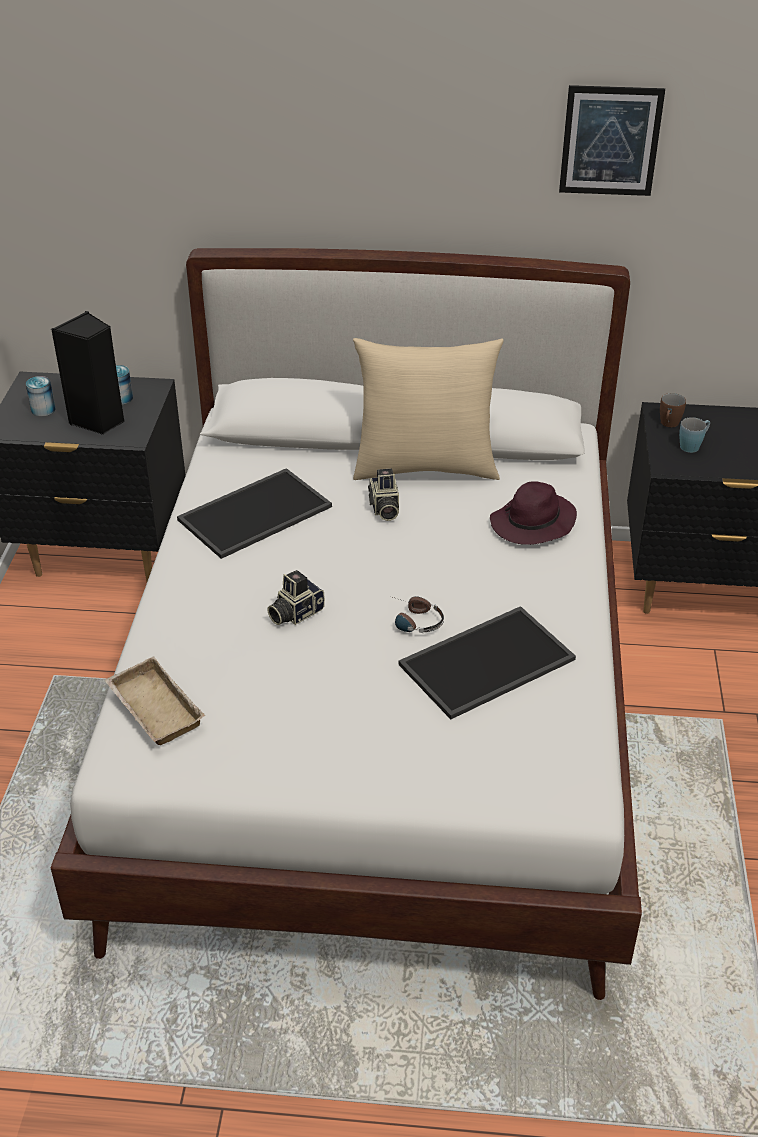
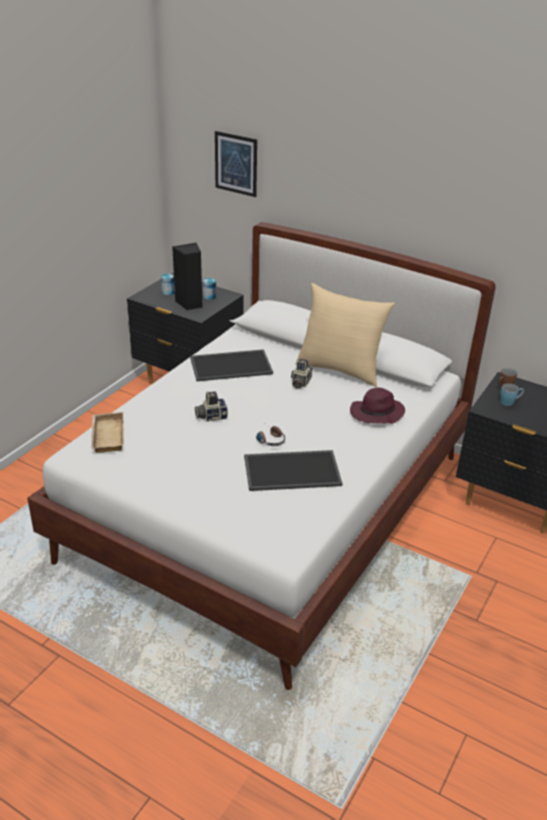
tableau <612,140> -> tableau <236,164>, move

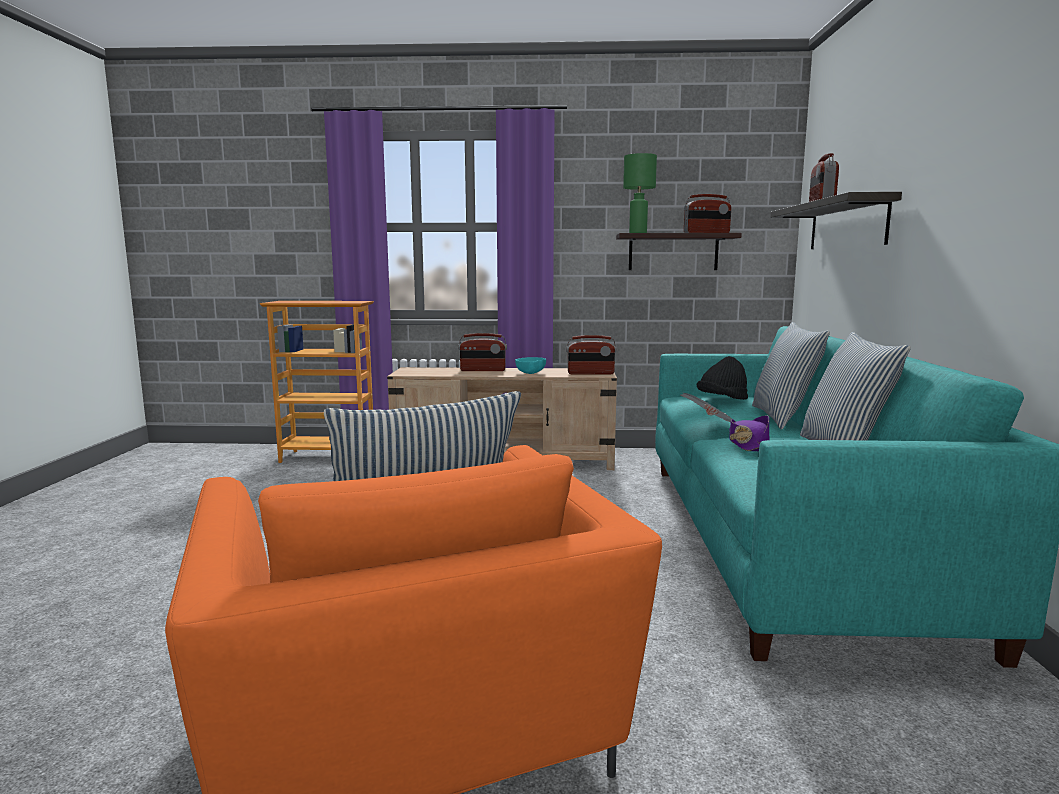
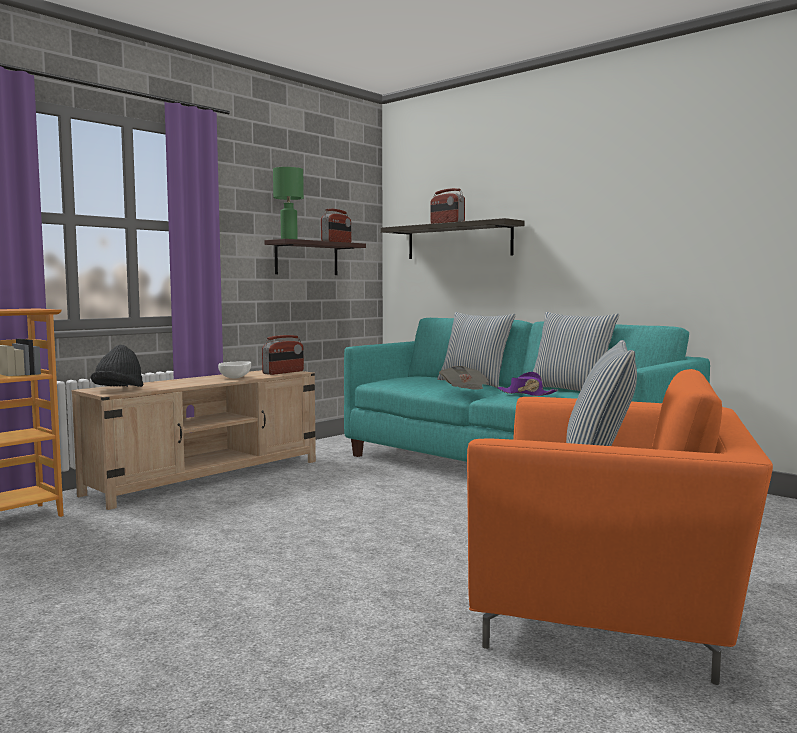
radio <482,352> -> none
chapeau/noir <722,378> -> chapeau/noir <116,366>, move
bol/turquoise <530,365> -> bol/blanc <234,370>

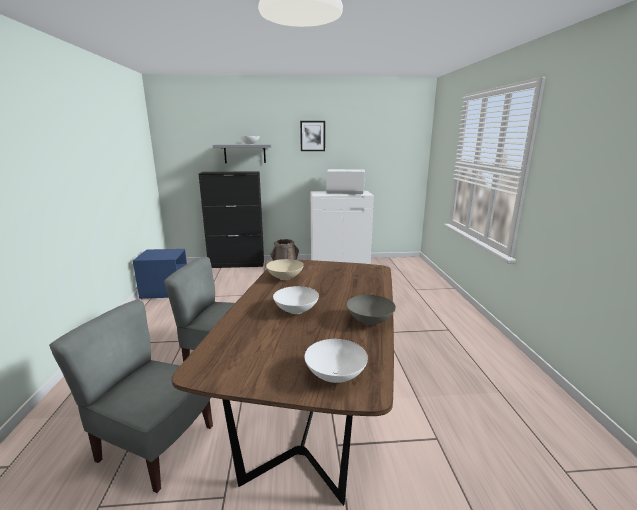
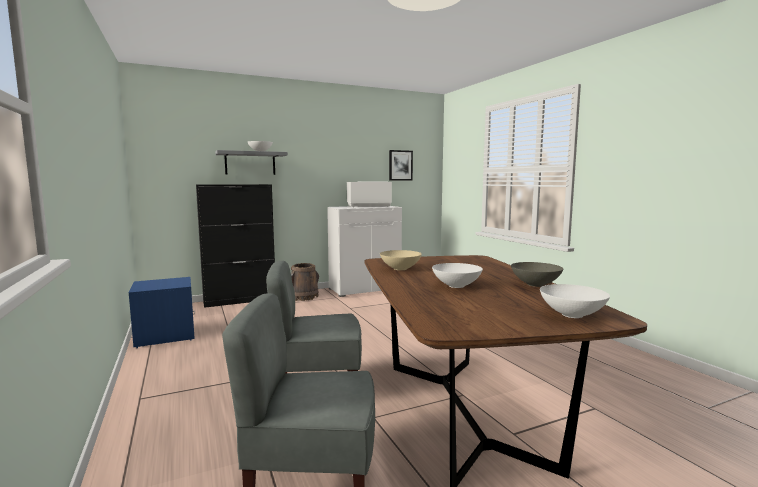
tableau <312,136> -> tableau <401,165>, move

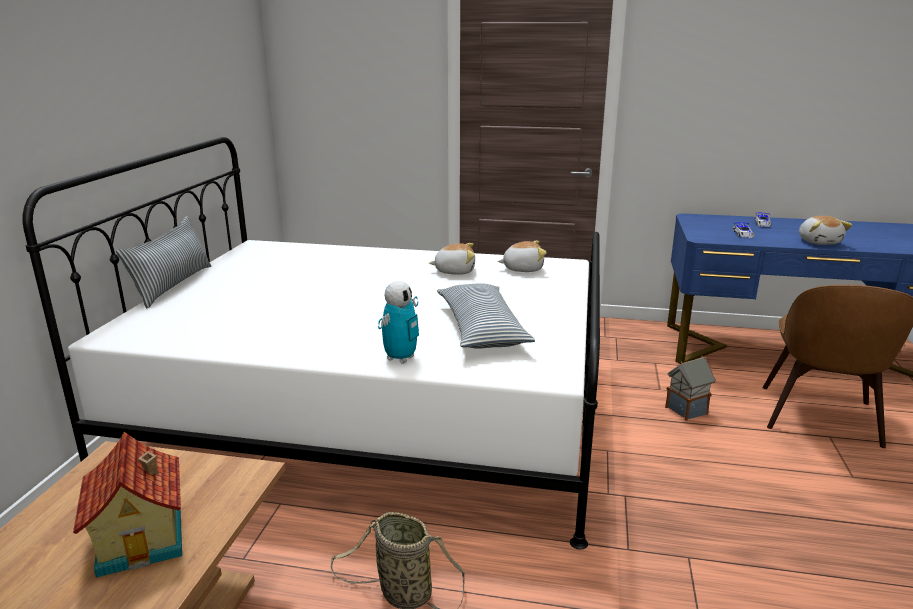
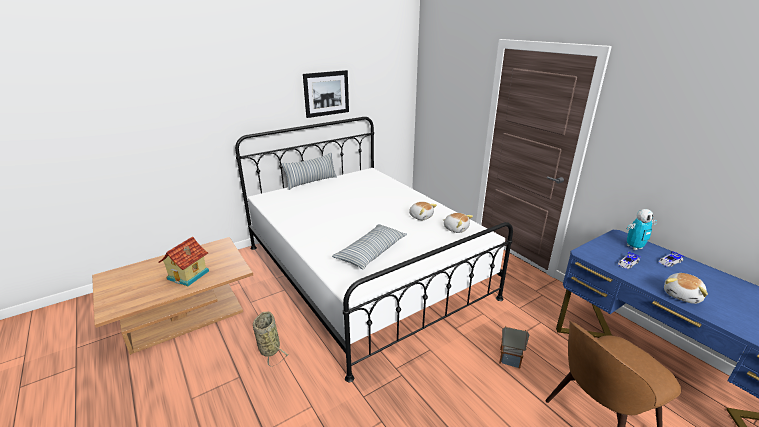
robot jouet <398,322> -> robot jouet <642,229>, move
none -> tableau <326,94>

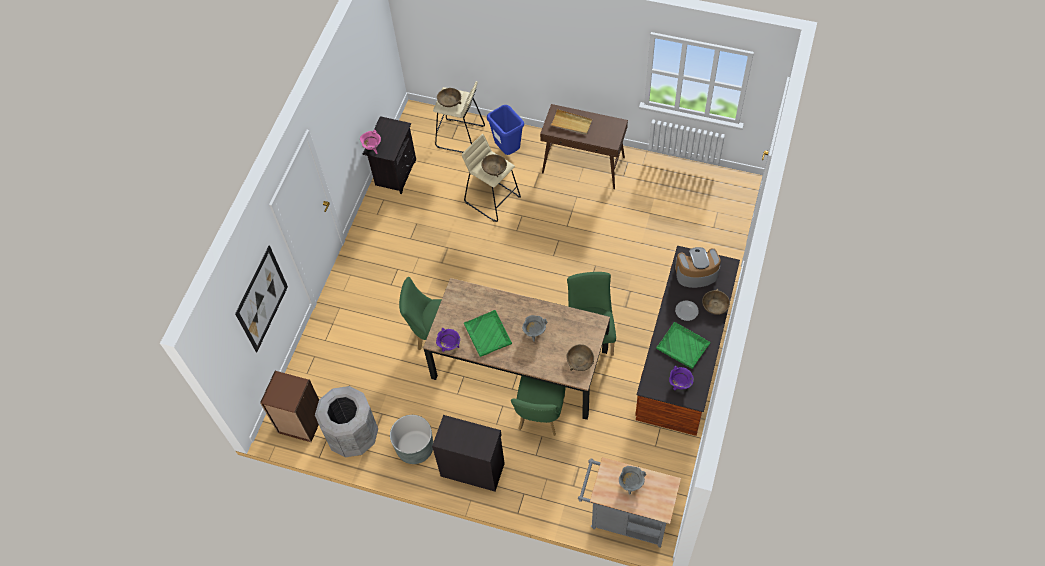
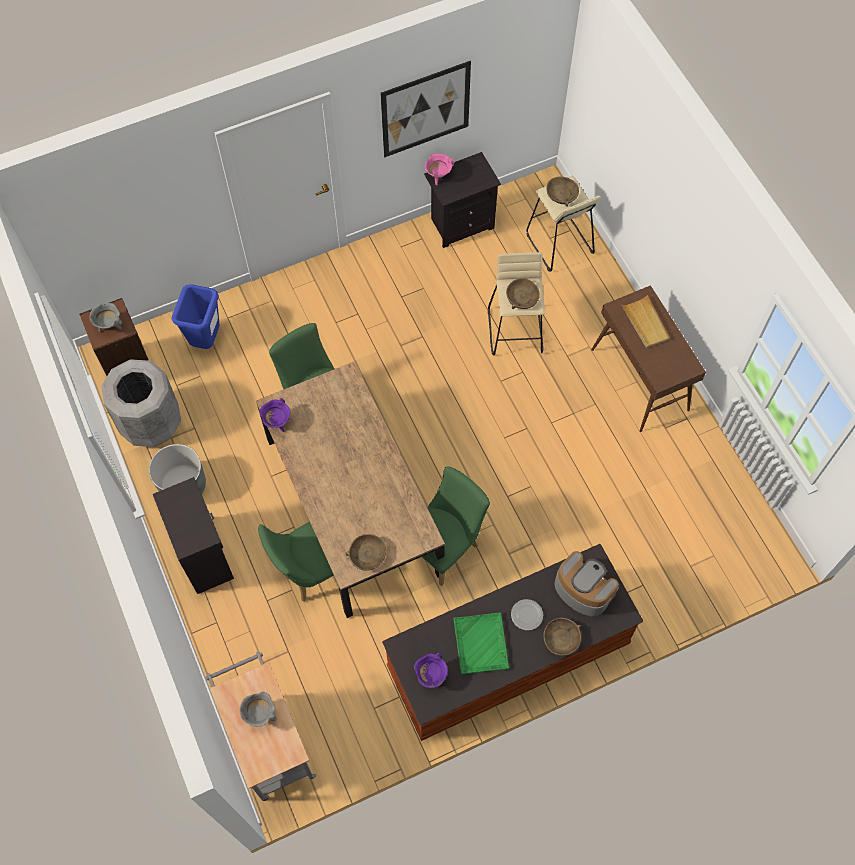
poubelle/bleu <505,130> -> poubelle/bleu <195,316>, move
tableau <261,299> -> tableau <425,109>, move
plateau/vert <488,333> -> none
marmite/gris <534,328> -> marmite/gris <106,317>, move

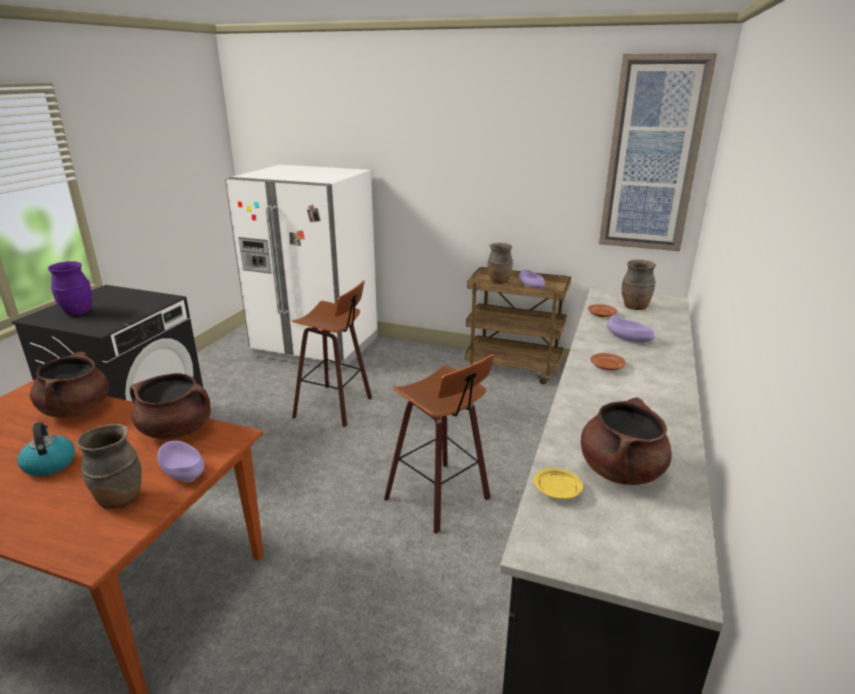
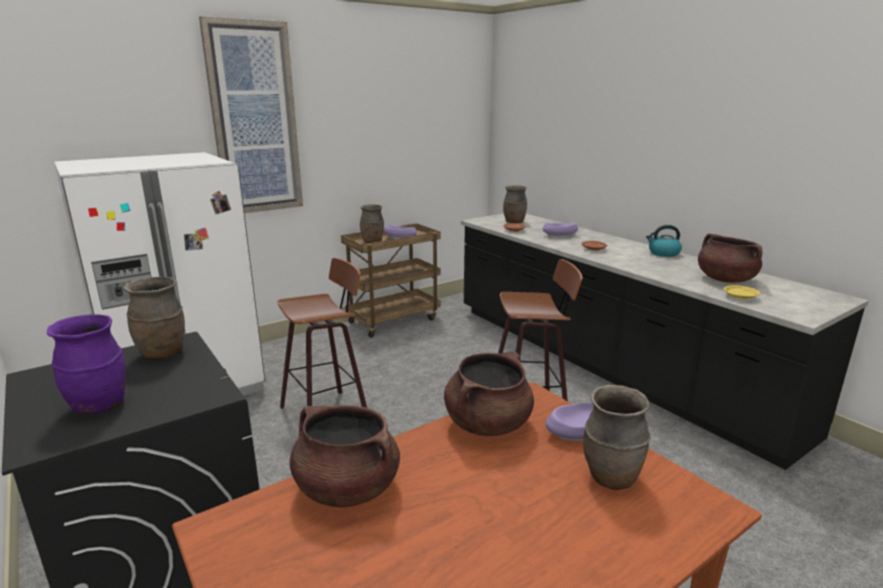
tableau <658,152> -> tableau <251,114>, move
bouilloire <46,449> -> bouilloire <664,241>, move
none -> vase/marron <154,318>

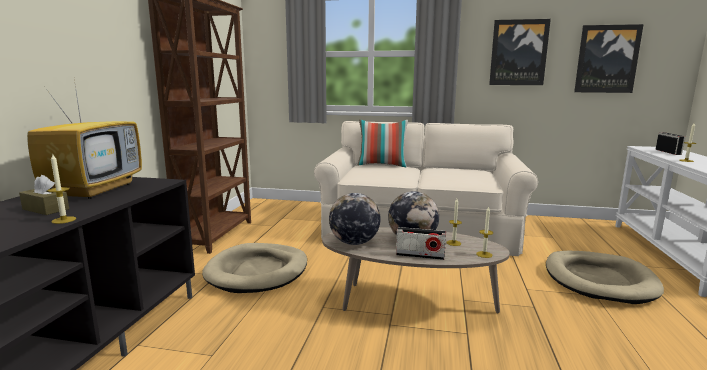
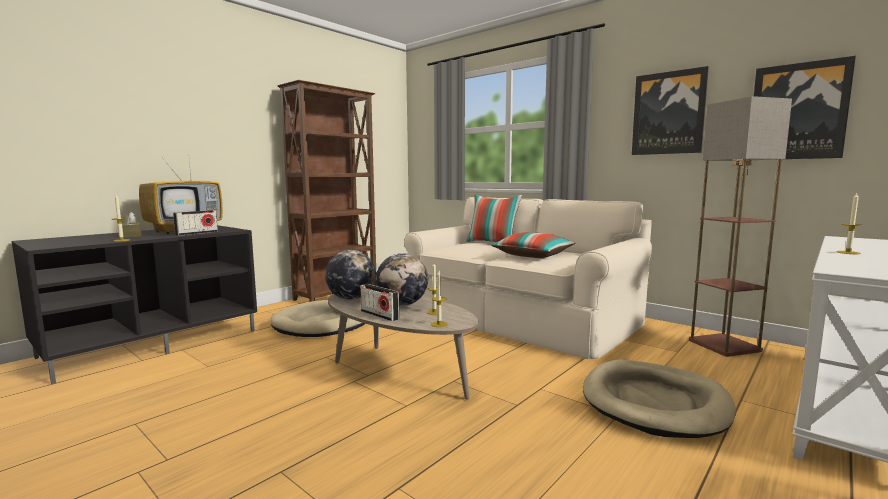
radio <670,143> -> radio <195,223>, move
none -> lampadaire <740,226>
none -> coussin <533,245>

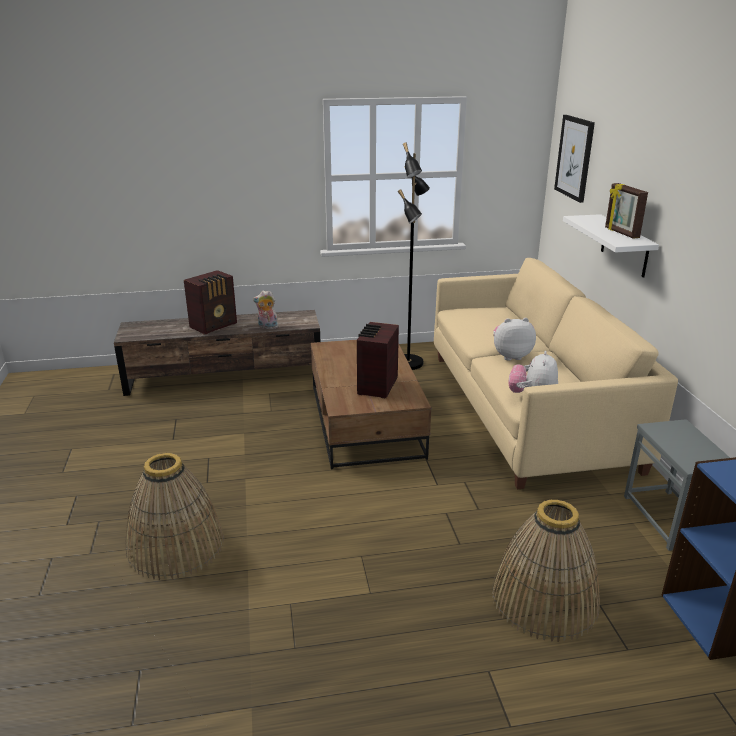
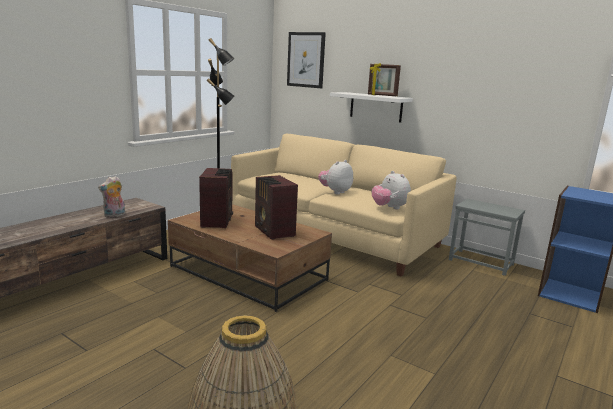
radio <210,302> -> radio <216,198>, move
panier <546,571> -> none

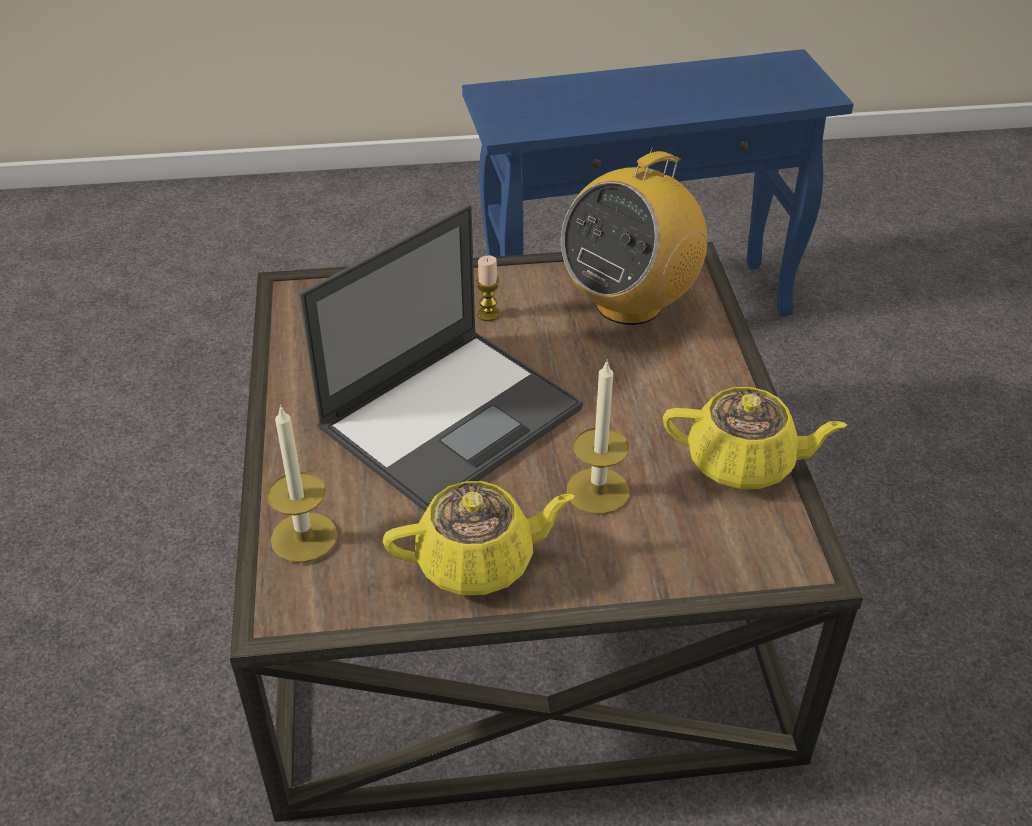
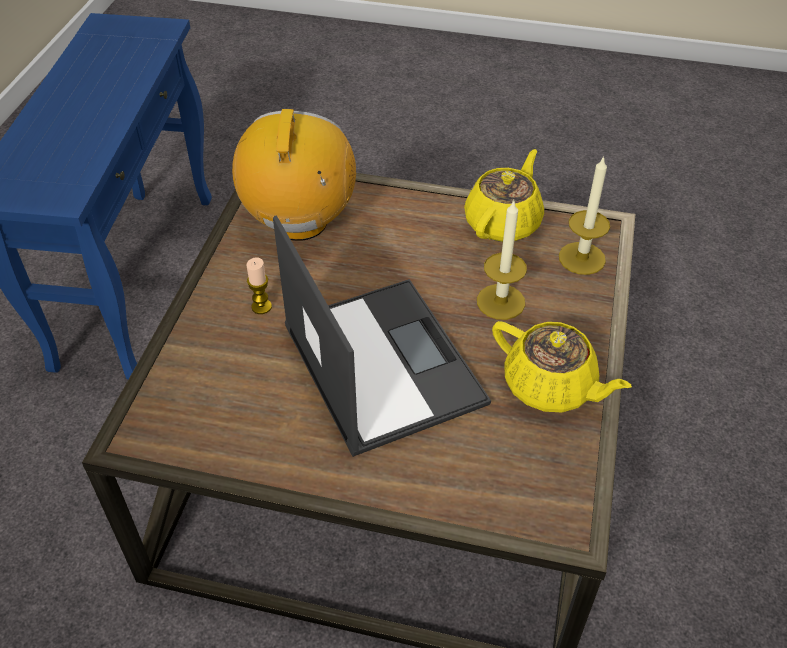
radio <634,236> -> radio <294,175>, 150 degrees counterclockwise
bougie <302,484> -> bougie <584,215>, move
théière/jaune <479,538> -> théière/jaune <562,366>, 120 degrees clockwise

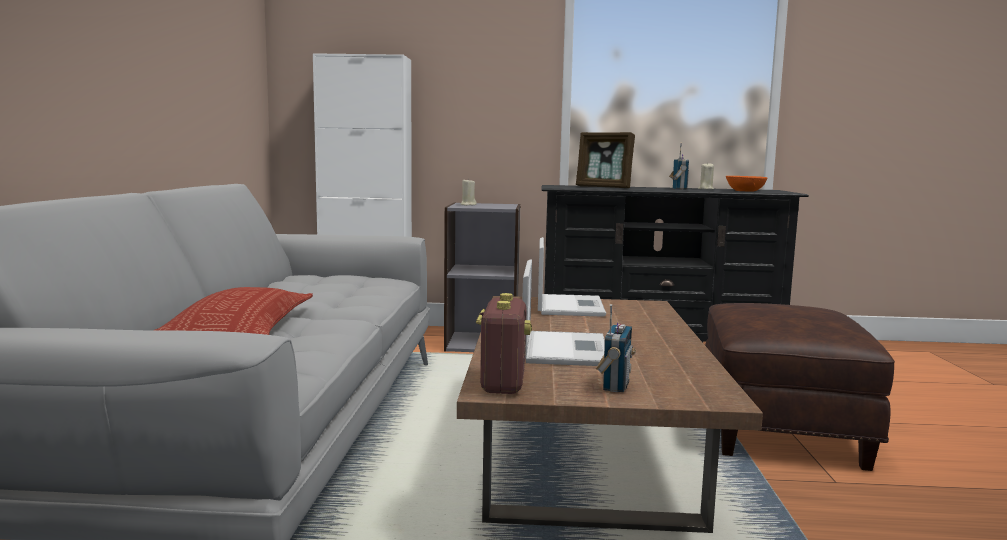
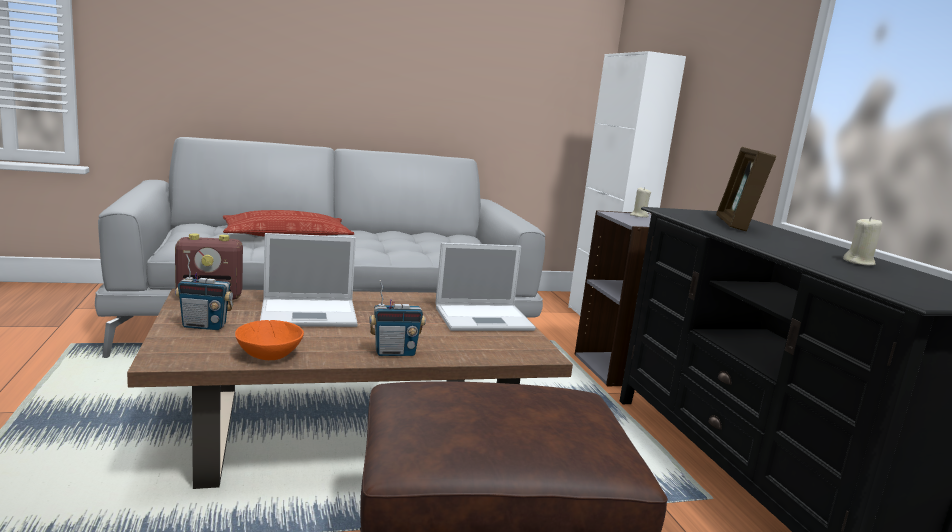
radio <679,166> -> radio <397,318>, move
bol/orange <746,183> -> bol/orange <269,340>, move

